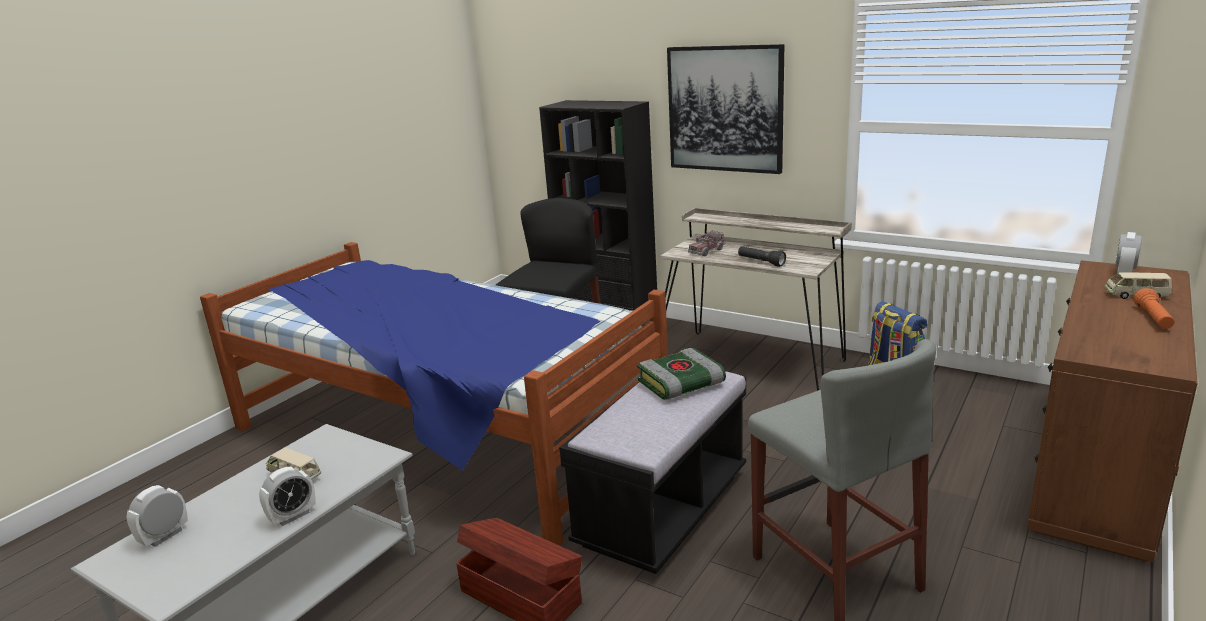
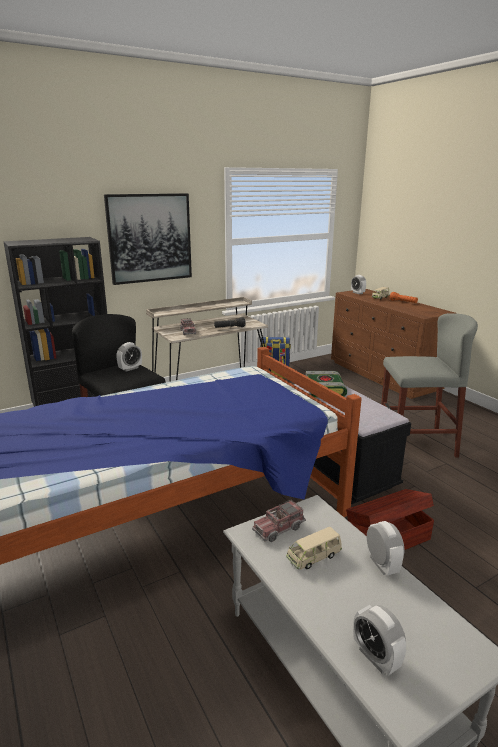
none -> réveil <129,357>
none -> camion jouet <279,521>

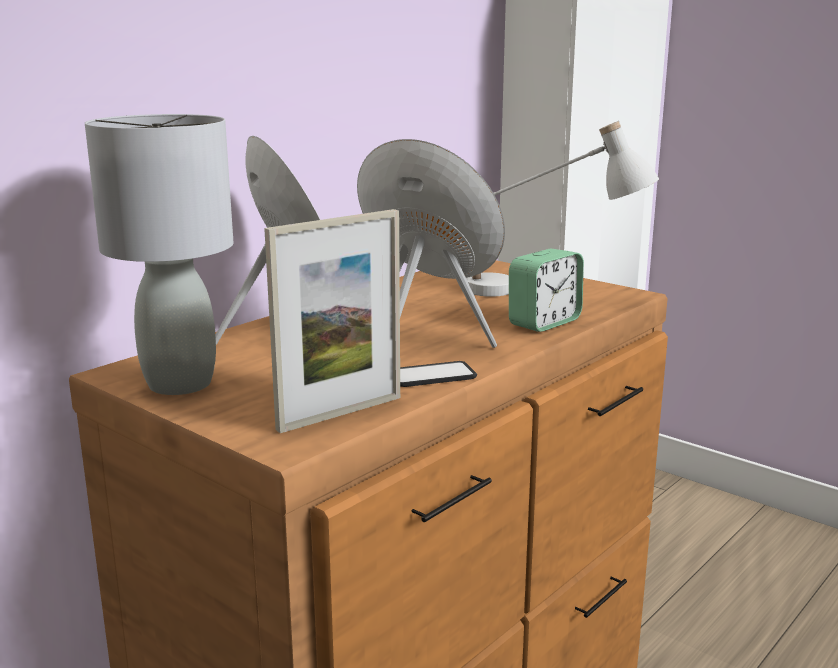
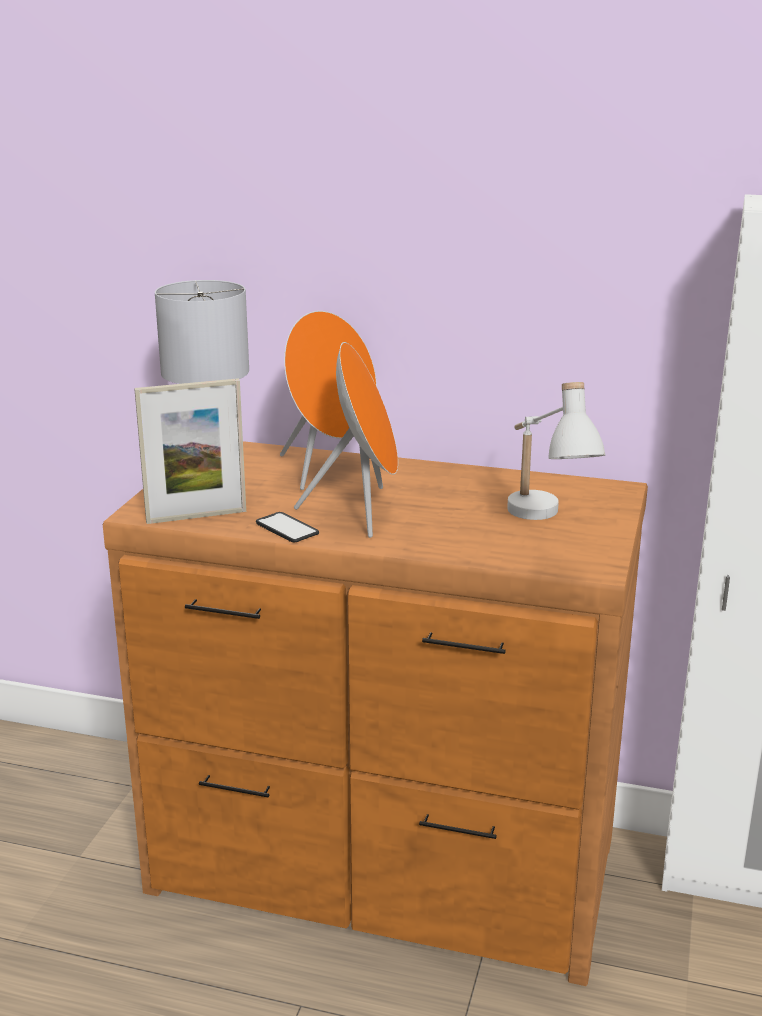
cadre photo <332,321> -> cadre photo <190,451>, 45 degrees counterclockwise
réveil <546,290> -> none

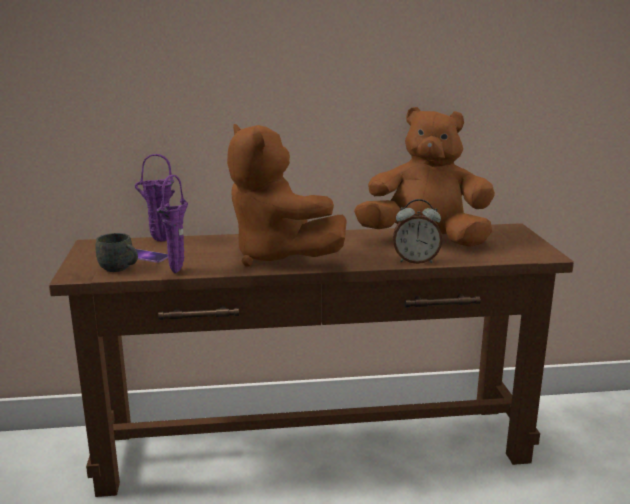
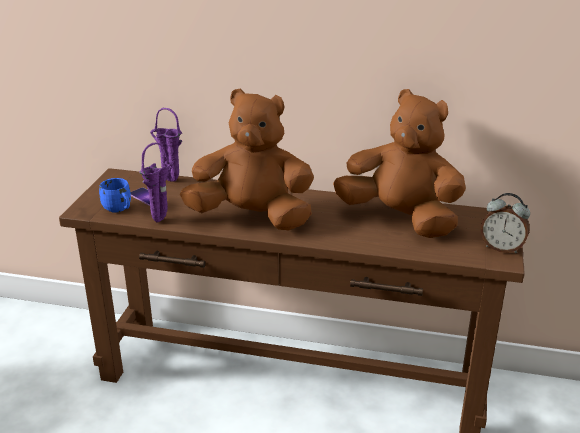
peluche/marron <287,195> -> peluche/marron <247,159>, 120 degrees clockwise
réveil <417,231> -> réveil <505,223>, move
mug/gris <117,252> -> mug/bleu <115,195>

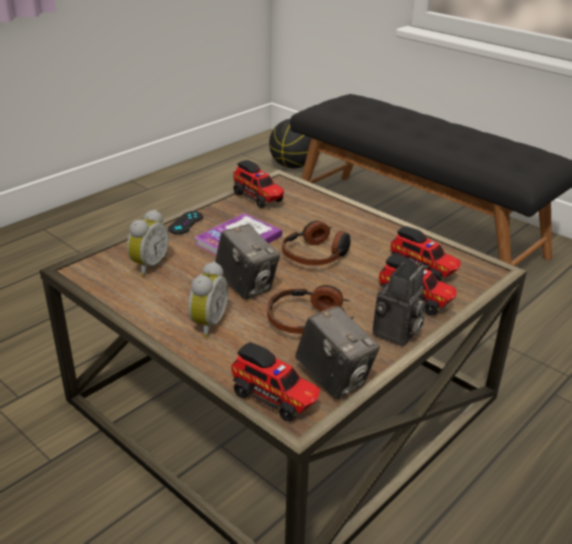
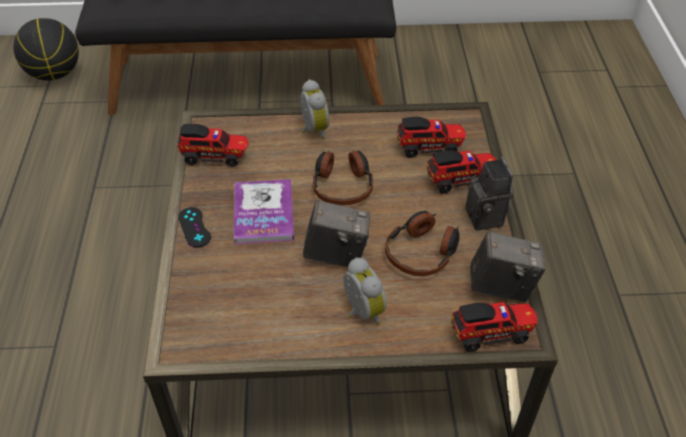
réveil <148,243> -> réveil <314,109>, move

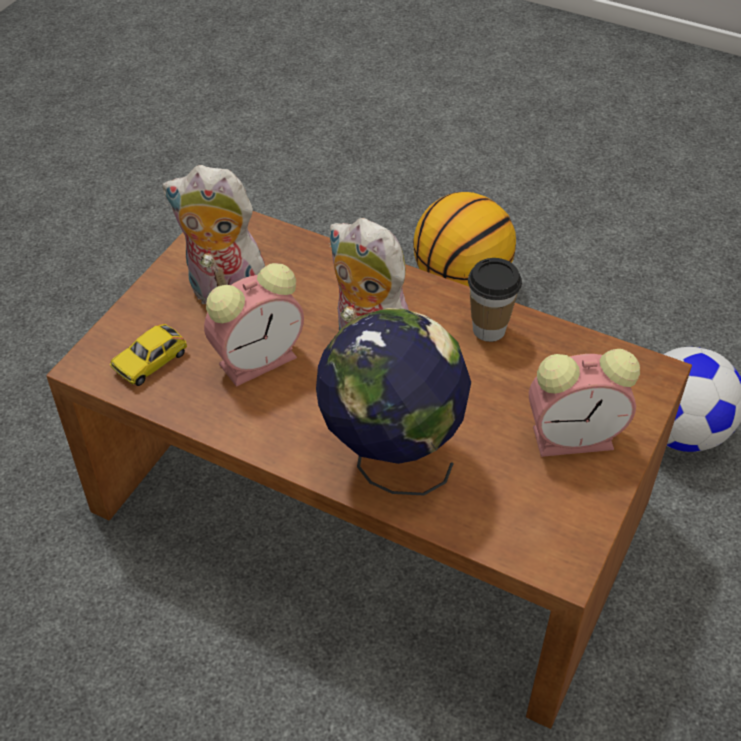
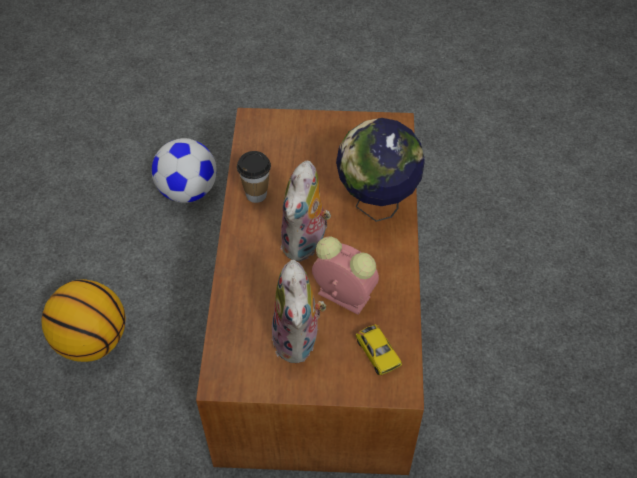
petite voiture <148,355> -> petite voiture <379,349>, 45 degrees clockwise
réveil <584,403> -> none

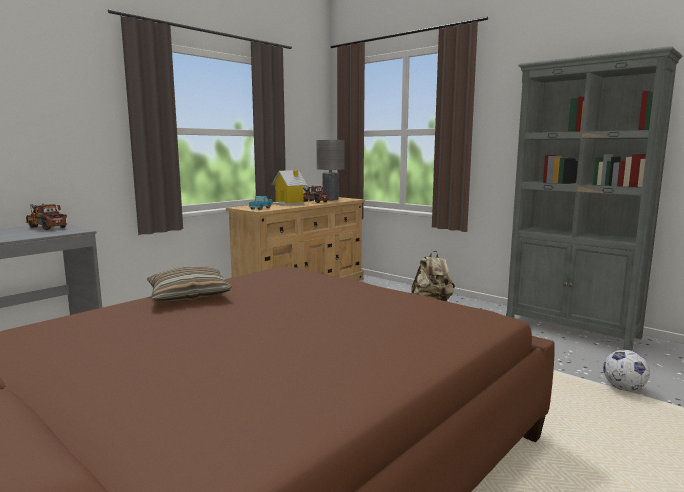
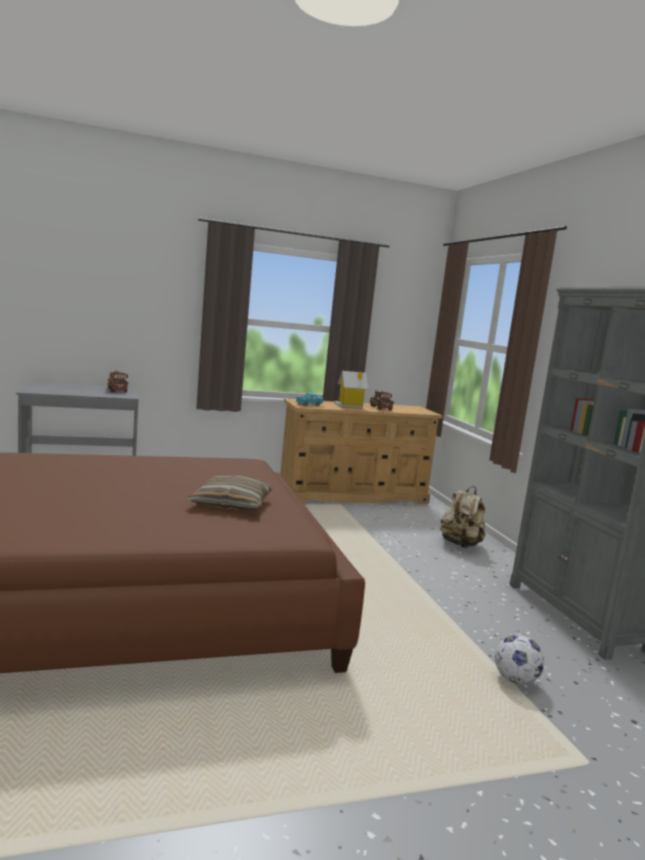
lampe de table/gris <330,170> -> none
coussin <189,284> -> coussin <230,493>, move

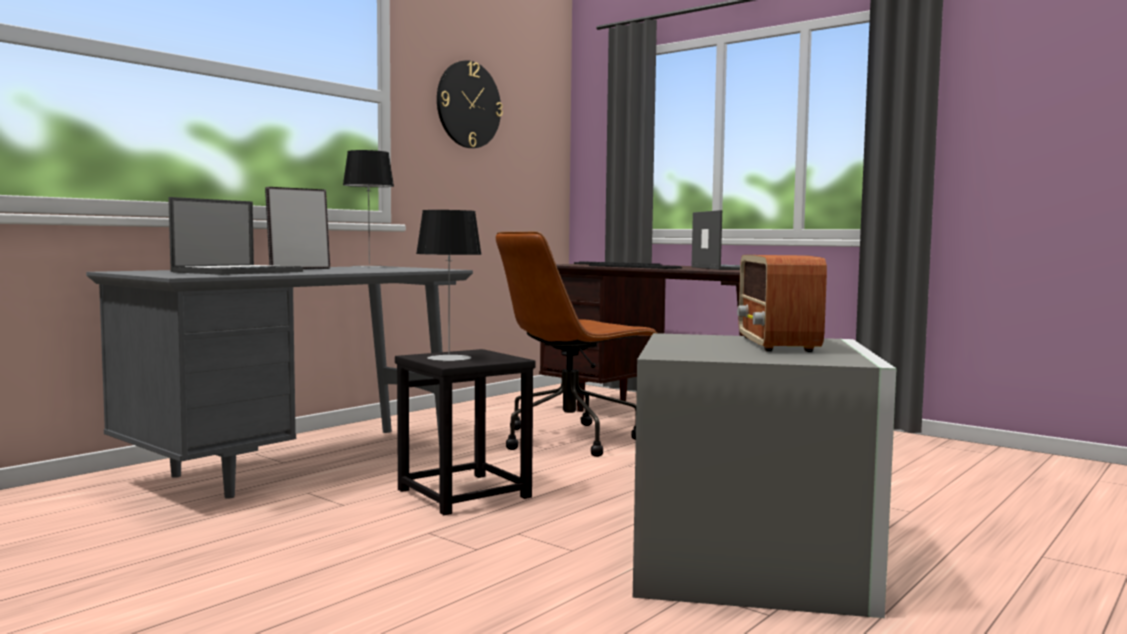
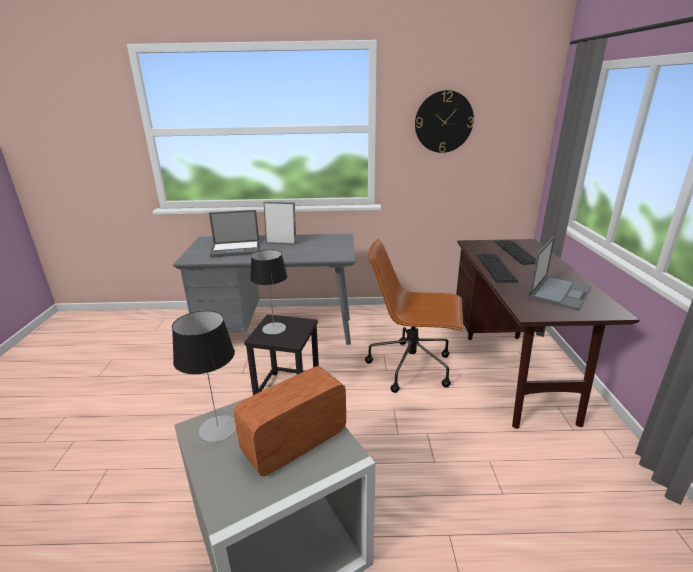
lampe de table <368,208> -> lampe de table <204,376>, move

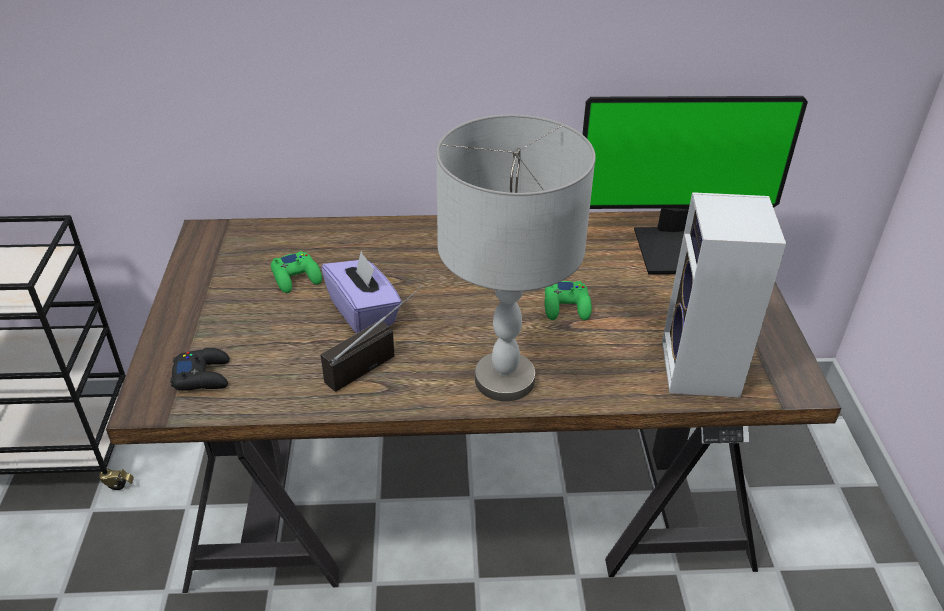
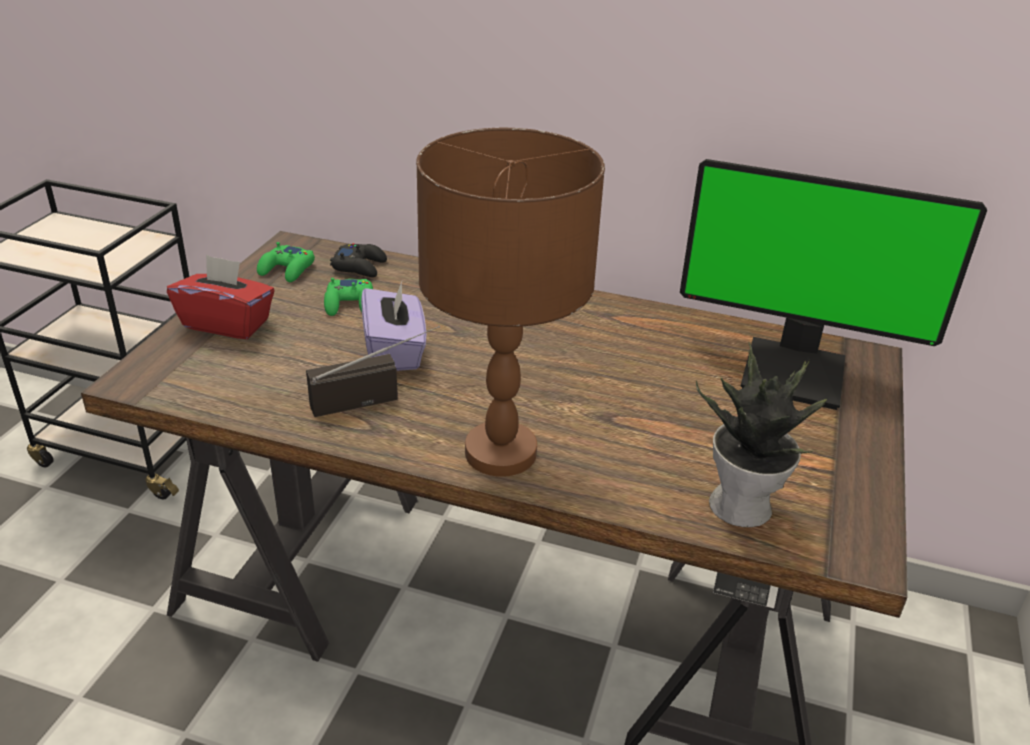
lampe de table/gris <516,258> -> lampe de table/marron <510,302>
enceinte <724,295> -> plante en pot <761,434>
manette/vert <568,300> -> manette/vert <286,262>, move
manette/noir <200,369> -> manette/noir <358,260>, move
none -> boîte à mouchoirs/rouge <221,297>

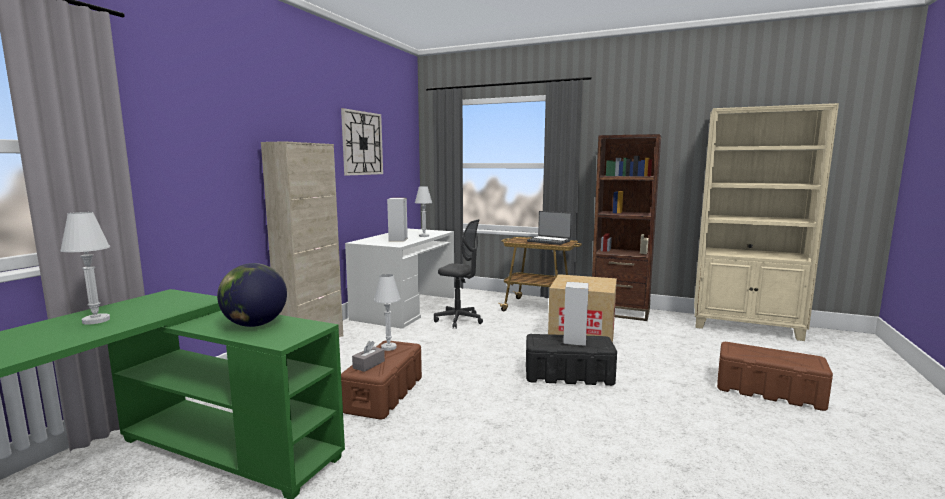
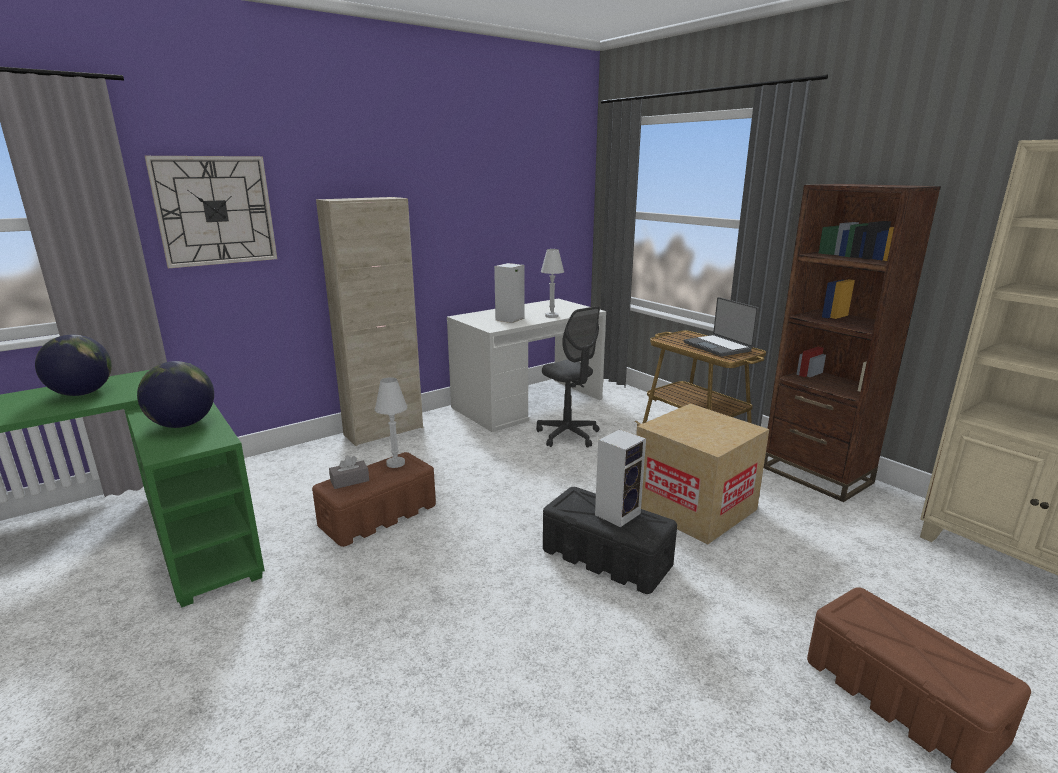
horloge murale <362,142> -> horloge murale <211,212>, move
lampe de table/blanc <85,268> -> globe <73,365>

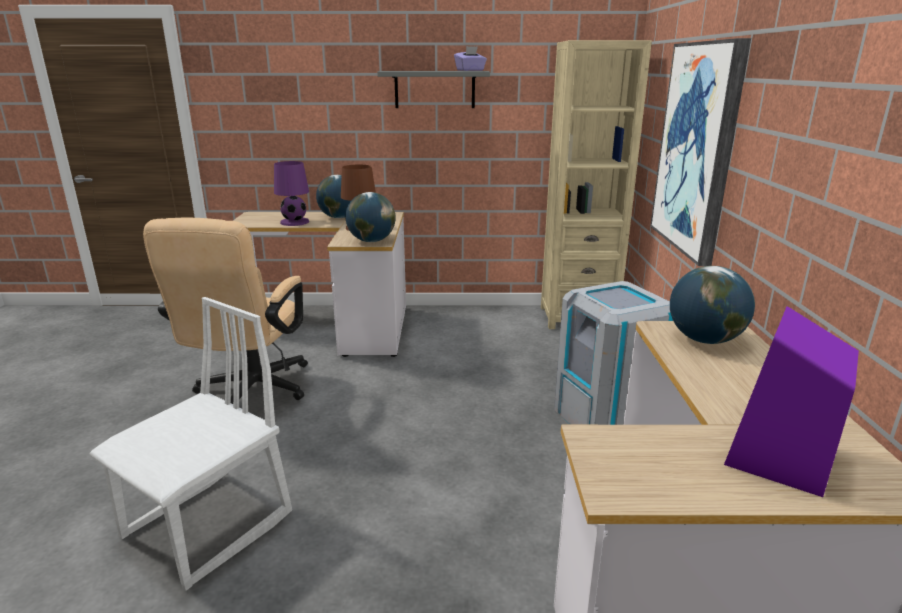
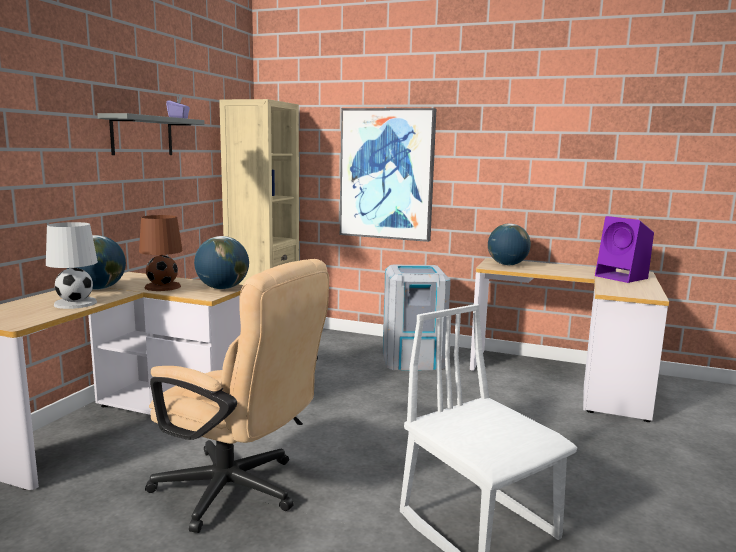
lampe de table/violet <291,193> -> lampe de table/blanc <72,265>

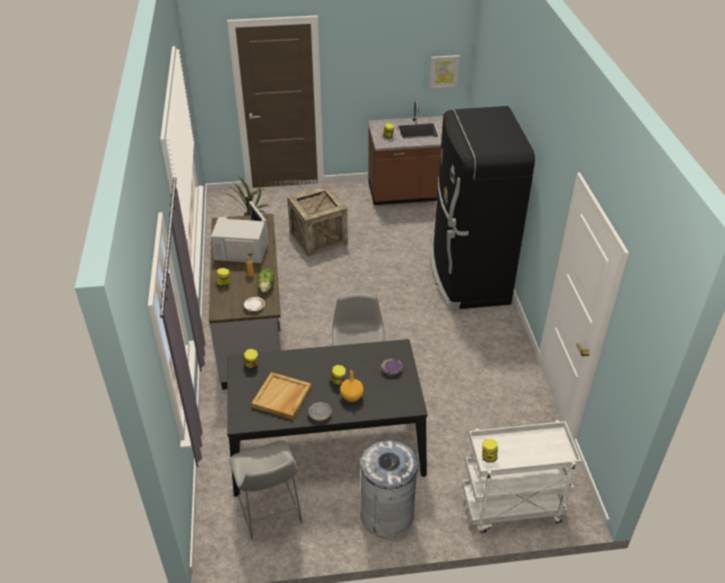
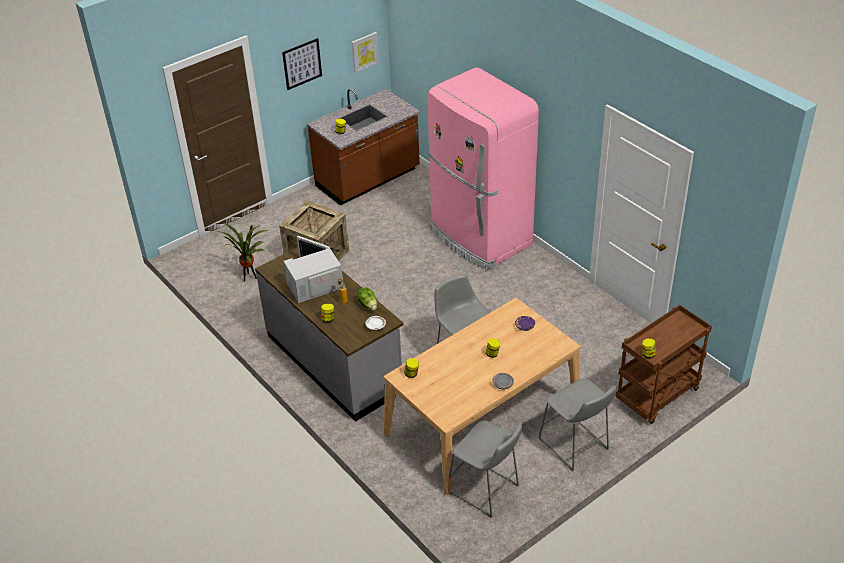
réfrigérateur/noir <482,208> -> réfrigérateur/rose <483,168>
table à manger/noir <327,418> -> table à manger/beige <482,396>
vase/orange <352,386> -> none
plateau/beige <281,396> -> none
chariot/blanc <522,476> -> chariot/marron <663,364>
poubelle/gris <389,489> -> tabouret/gris <577,424>
none -> tableau <302,64>

